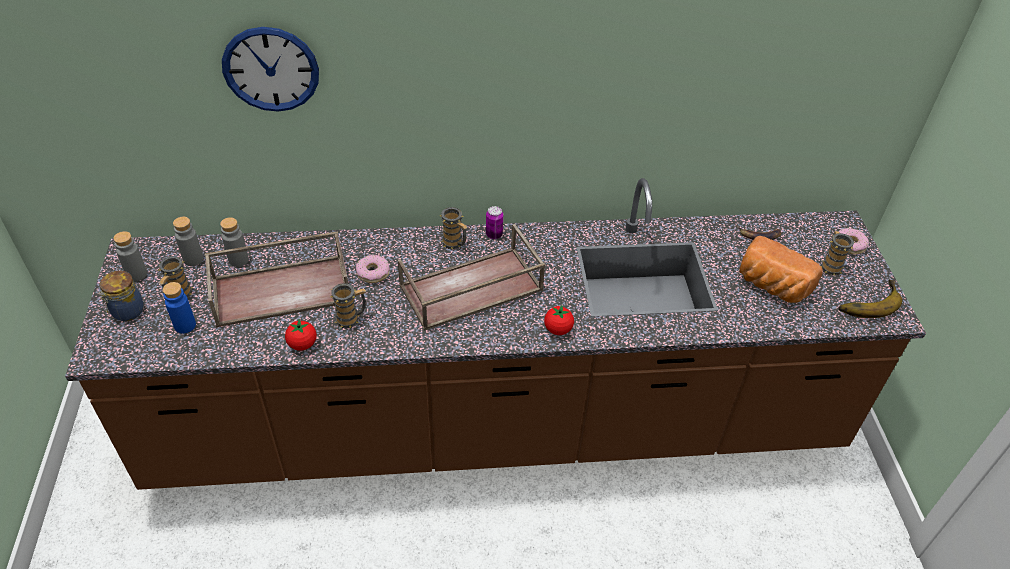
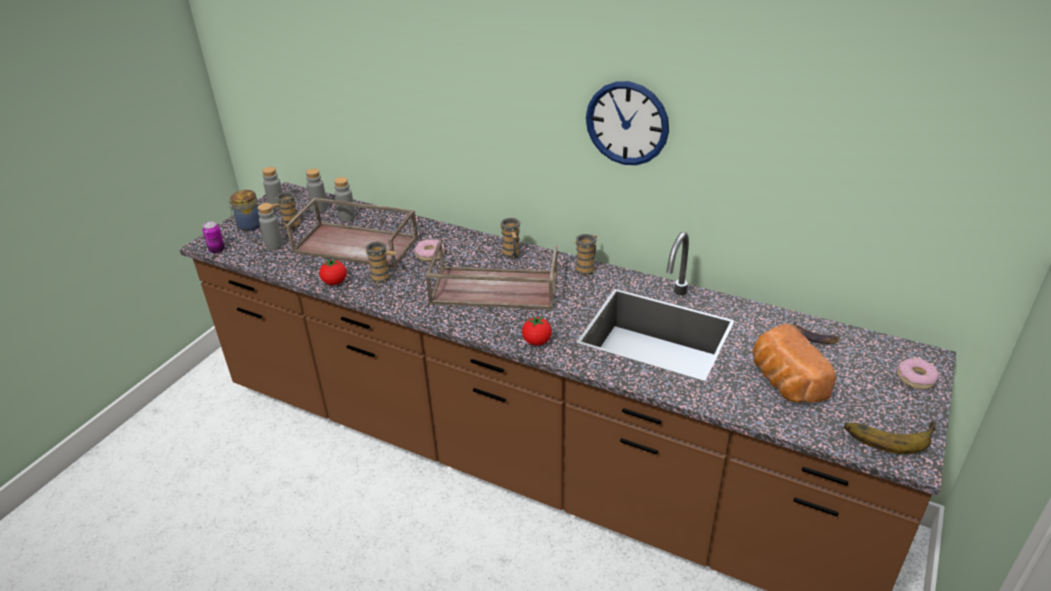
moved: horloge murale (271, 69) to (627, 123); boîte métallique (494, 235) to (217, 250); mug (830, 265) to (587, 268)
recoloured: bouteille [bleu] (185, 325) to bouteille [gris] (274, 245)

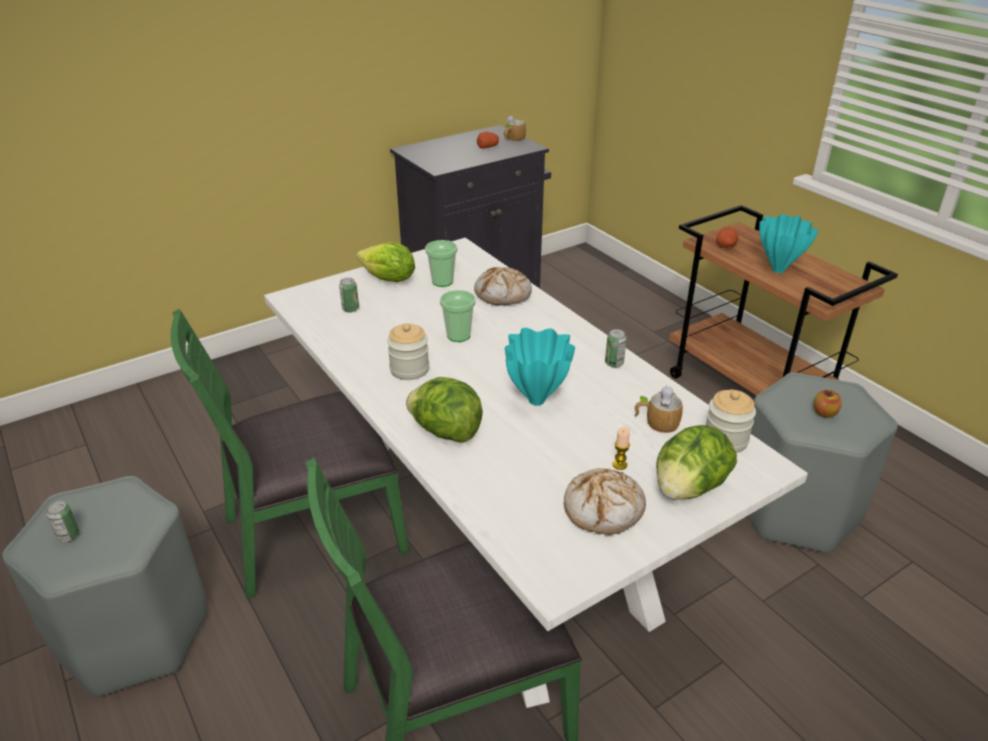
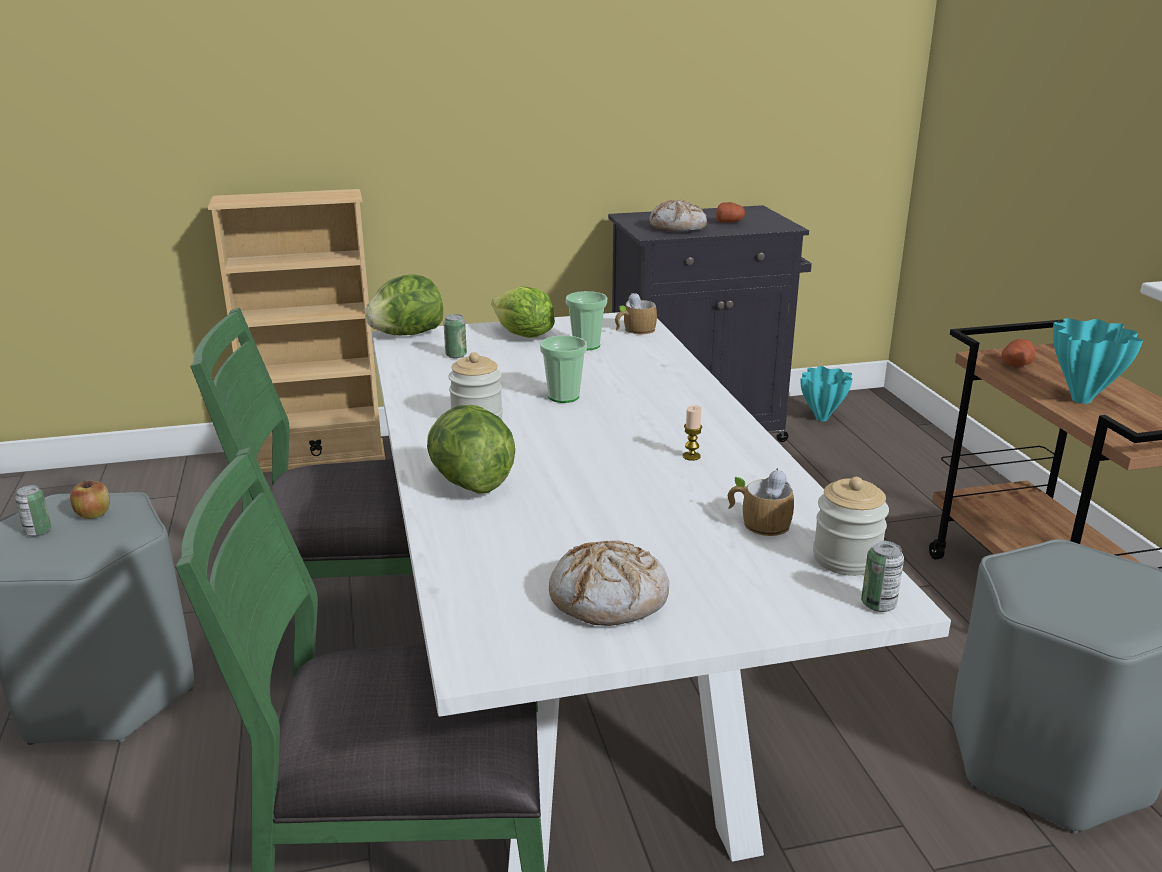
added: bibliothèque [beige] (317, 457)
moved: pain (503, 294) to (678, 227); mug (513, 139) to (634, 330); vase [turquoise] (537, 400) to (822, 419); boîte métallique (614, 363) to (878, 604); bougie (619, 465) to (691, 456); laitue (688, 488) to (407, 334); pomme (824, 413) to (93, 514)

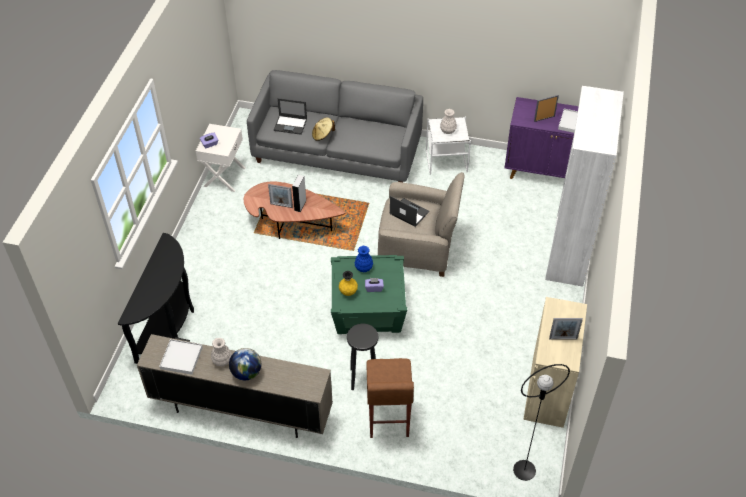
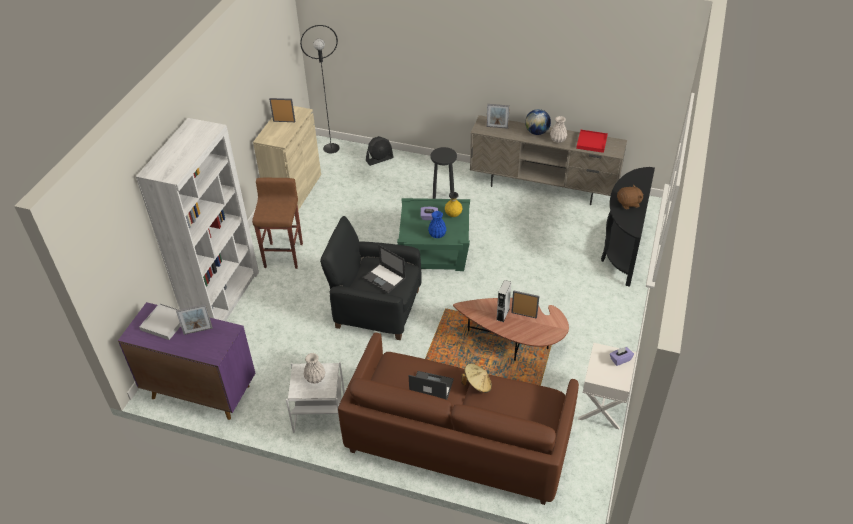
added: ventilateur [noir] (379, 159); cadre photo (497, 127); peluche [marron] (629, 203)
moved: ordinateur portable (291, 125) to (431, 387); tabouret [marron] (388, 419) to (284, 255)
recoloured: plateau [blanc] (181, 358) to plateau [rouge] (591, 142); canapé [gris] (337, 150) to canapé [marron] (458, 439); fauteuil [beige] (418, 248) to fauteuil [noir] (376, 308)

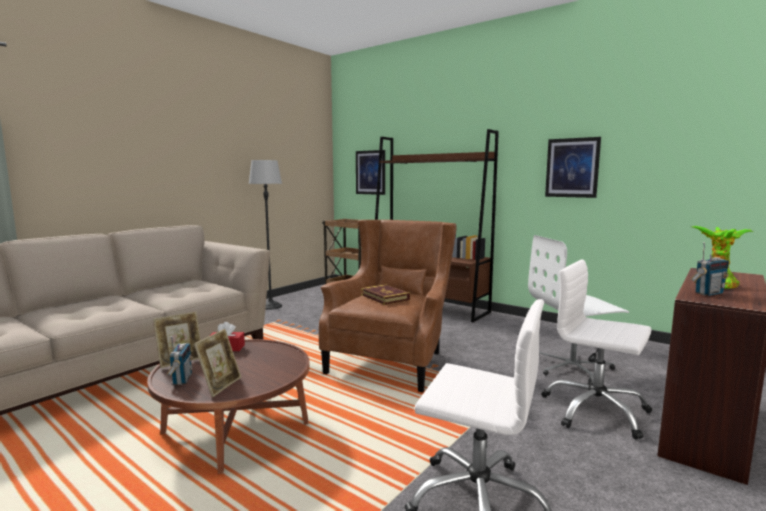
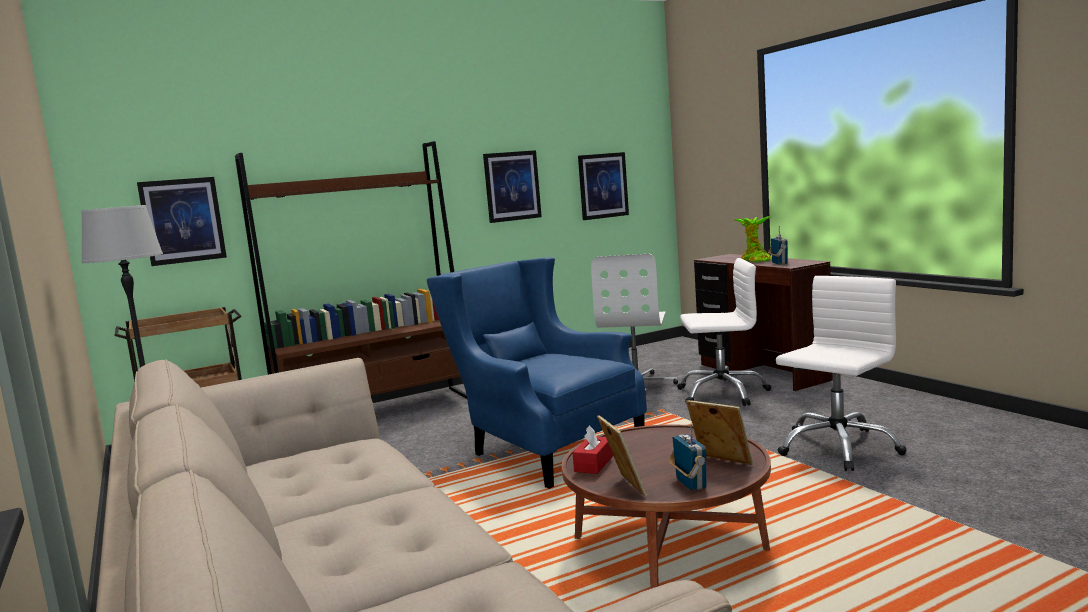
removed: livre (385, 297)
added: tableau (603, 186)
recoloured: fauteuil [marron] (393, 359) to fauteuil [bleu] (543, 448)
turned: radio (181, 379) = (690, 484) 60 degrees clockwise; chaise de bureau [blanc] (595, 411) = (722, 393) 150 degrees counterclockwise

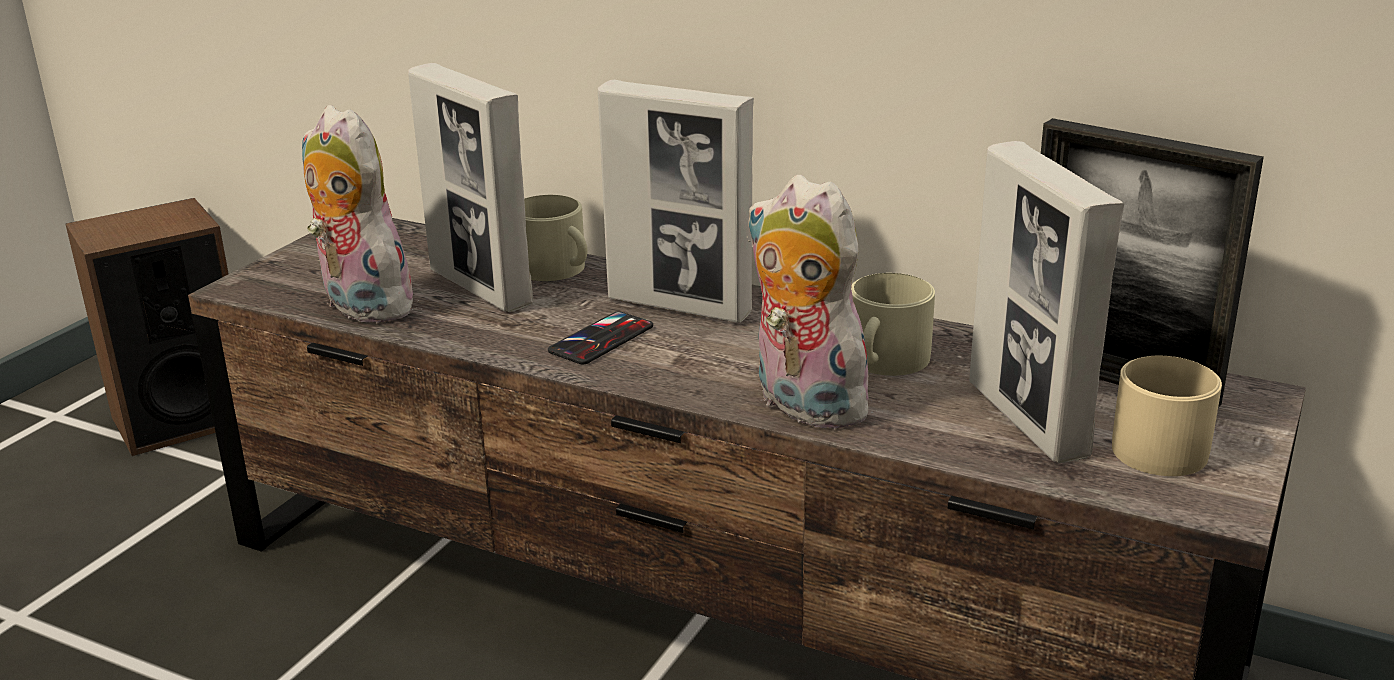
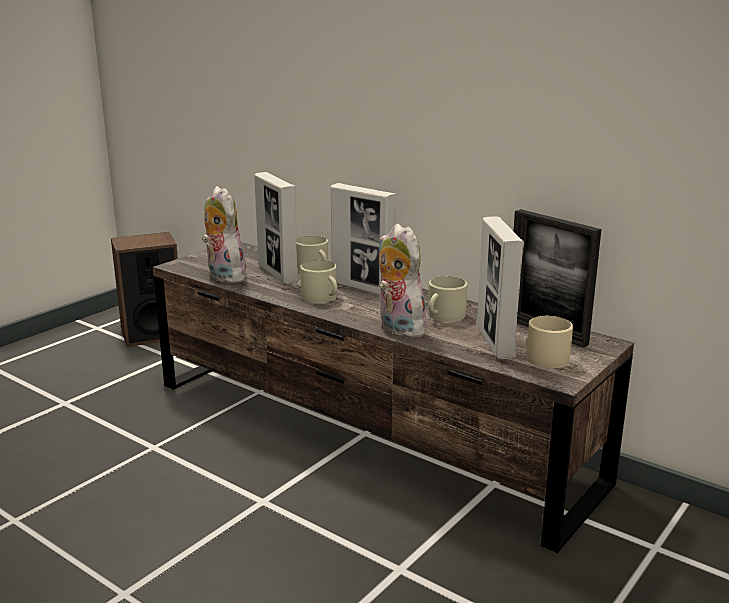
replaced: téléphone (601, 339) to mug [beige] (322, 297)

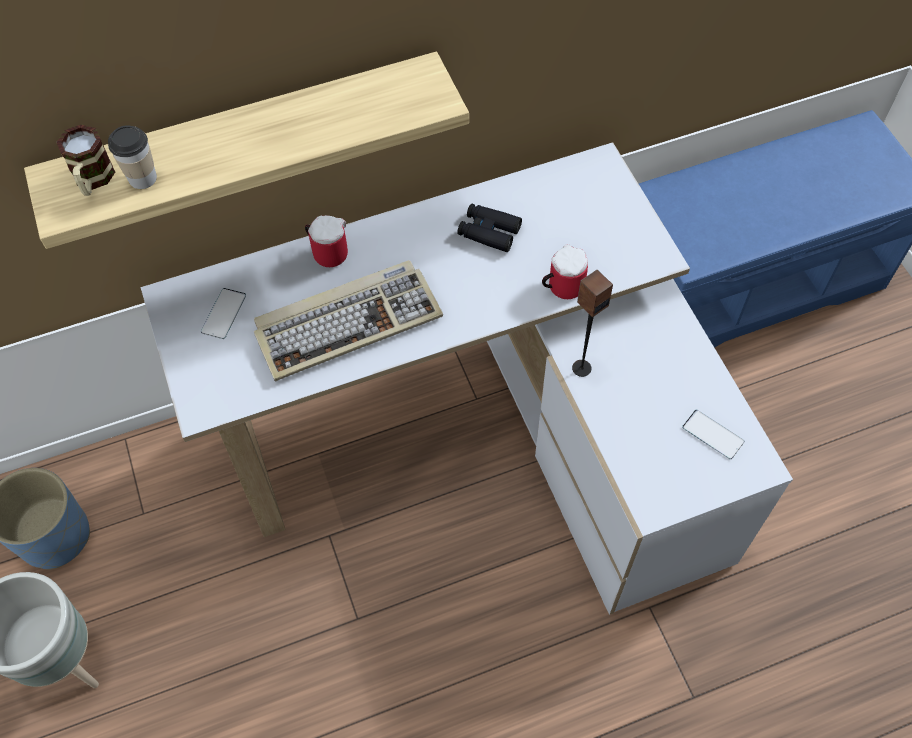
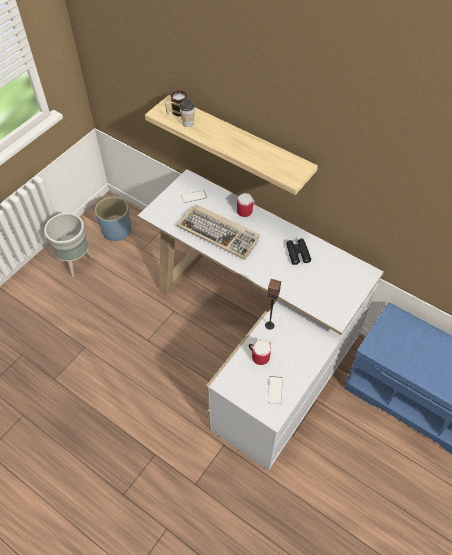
moved: mug (561, 286) to (259, 355)

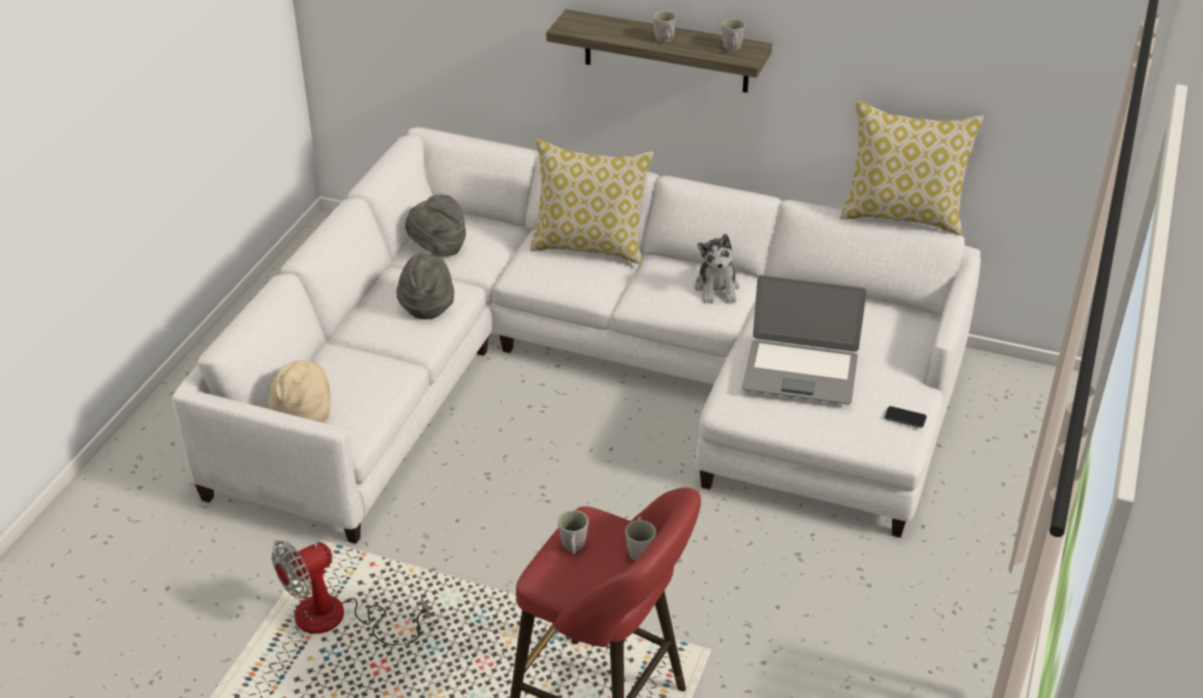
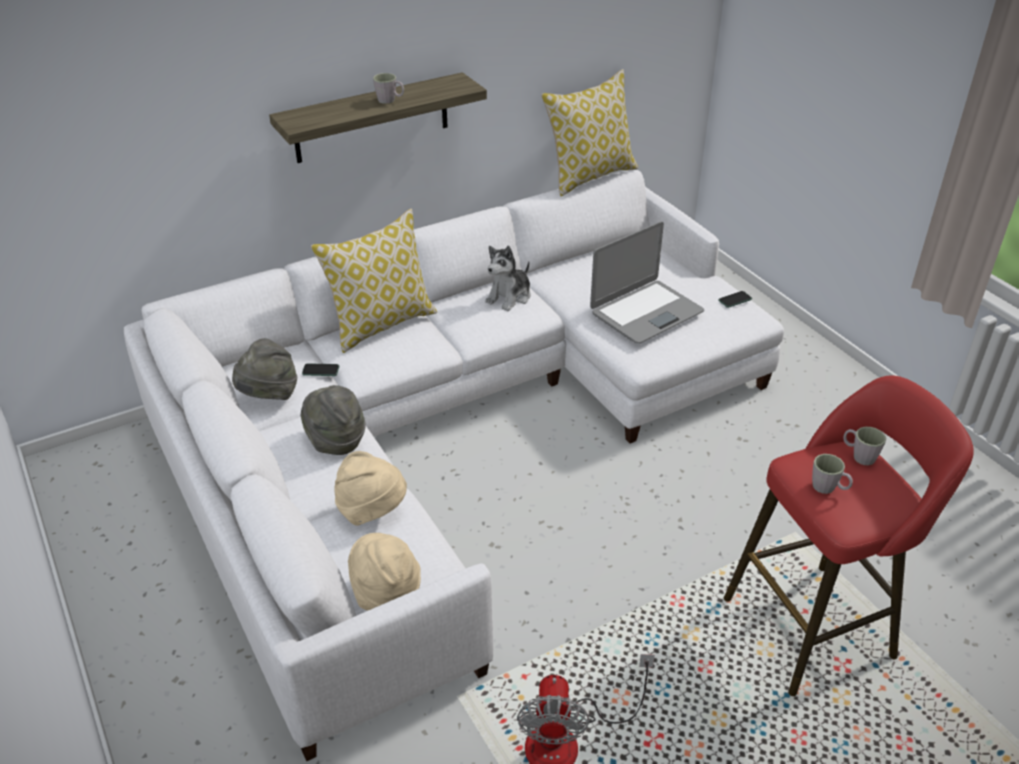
removed: mug [gris] (732, 48)
added: téléphone (320, 370); chapeau [beige] (372, 510)
turned: peluche (717, 288) = (509, 297) 90 degrees clockwise

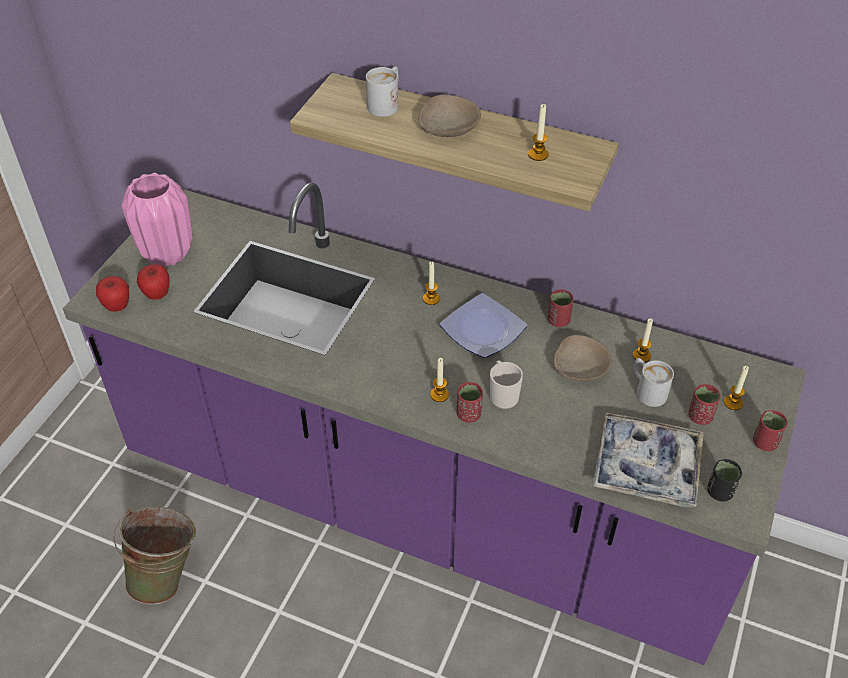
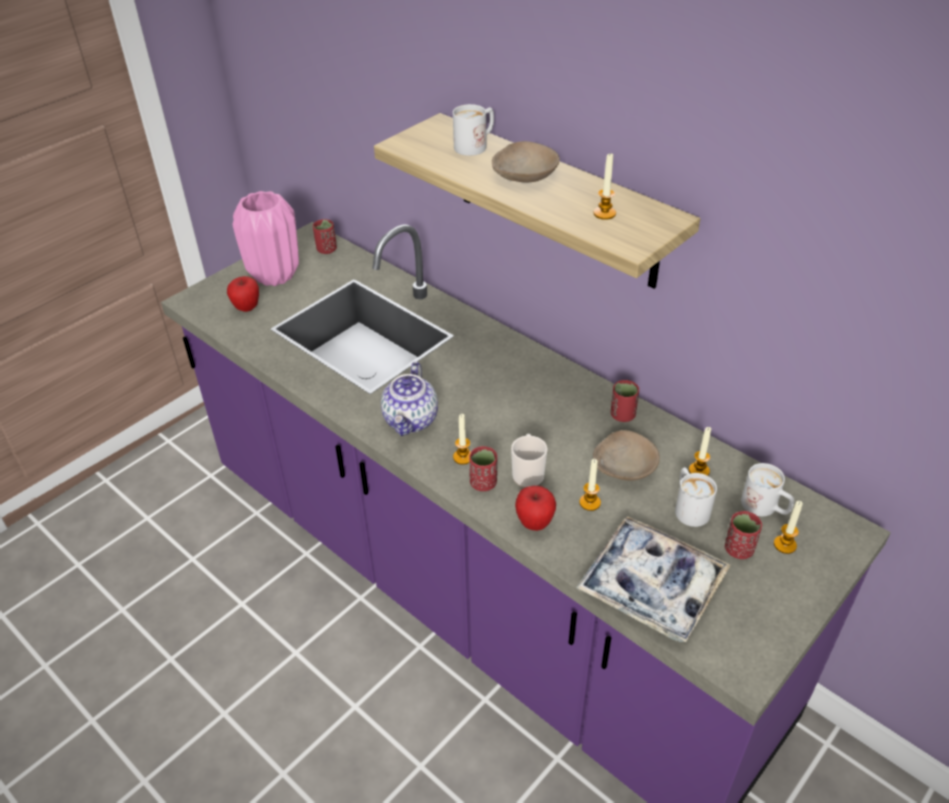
removed: seau [vert] (167, 576); assiette (481, 330); tasse [noir] (719, 492)
added: théière (411, 420); mug [blanc] (765, 508)
moved: pomme (117, 306) to (534, 523); bougie (431, 299) to (590, 502); tasse [rouge] (764, 442) to (326, 249)

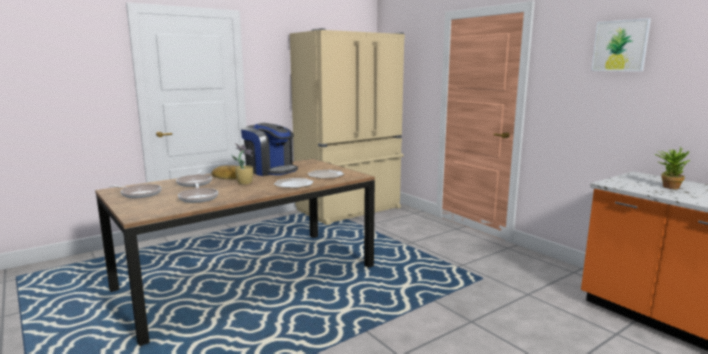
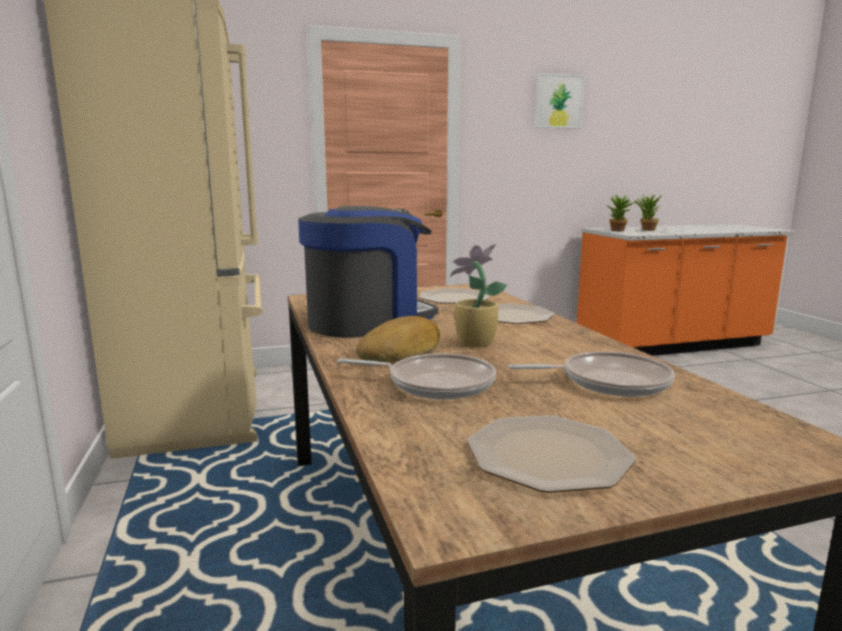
added: plante en pot (618, 231)
replaced: poêle (139, 194) to assiette (546, 455)

